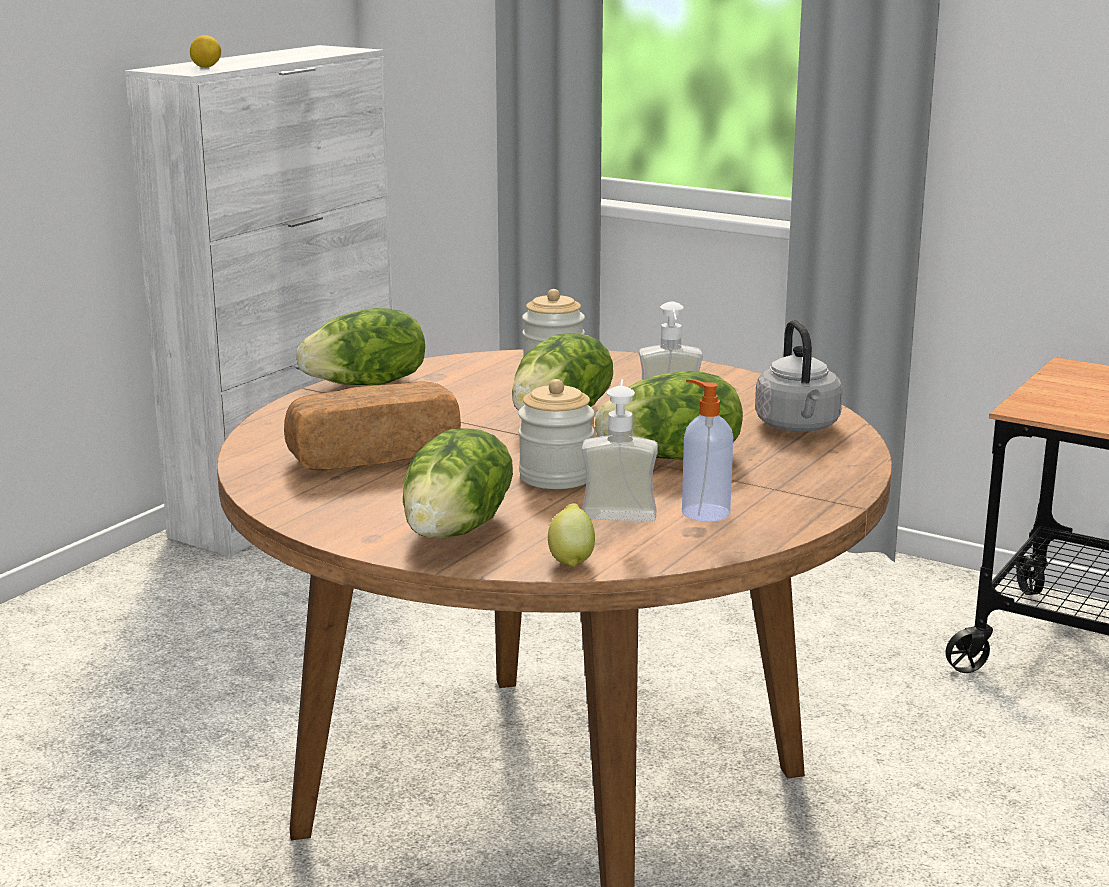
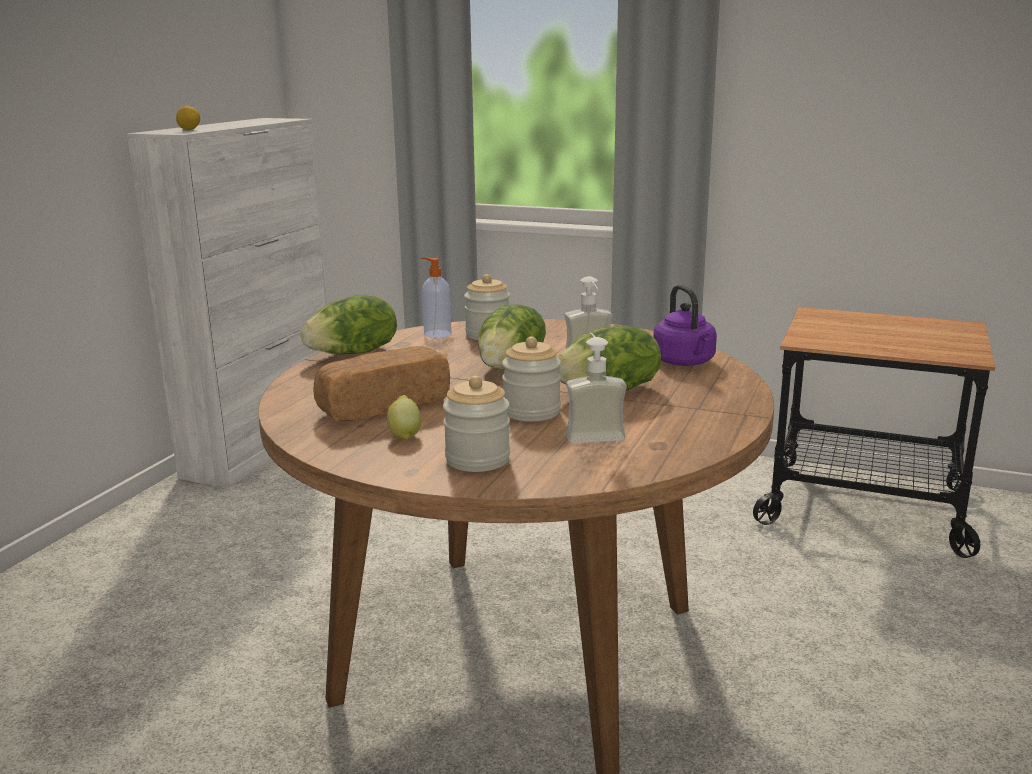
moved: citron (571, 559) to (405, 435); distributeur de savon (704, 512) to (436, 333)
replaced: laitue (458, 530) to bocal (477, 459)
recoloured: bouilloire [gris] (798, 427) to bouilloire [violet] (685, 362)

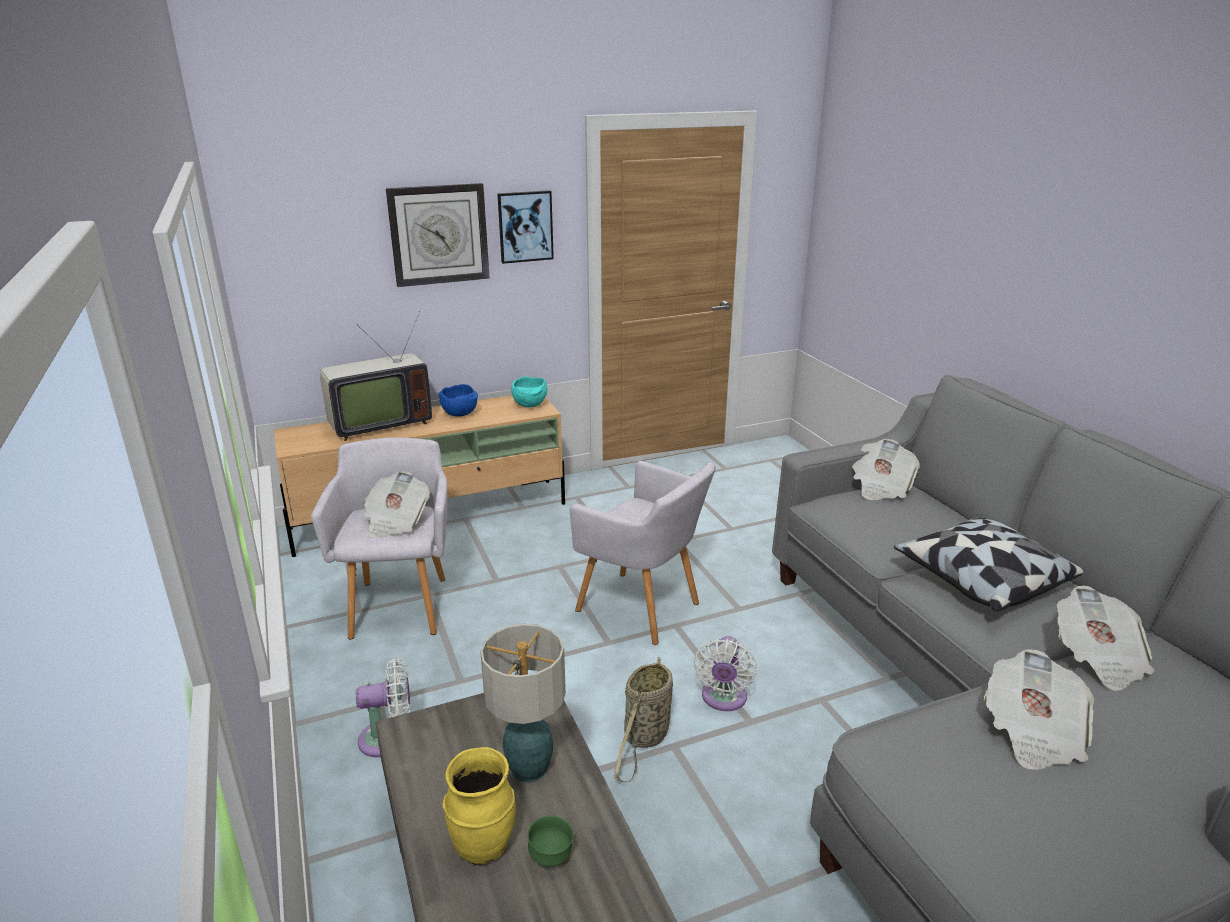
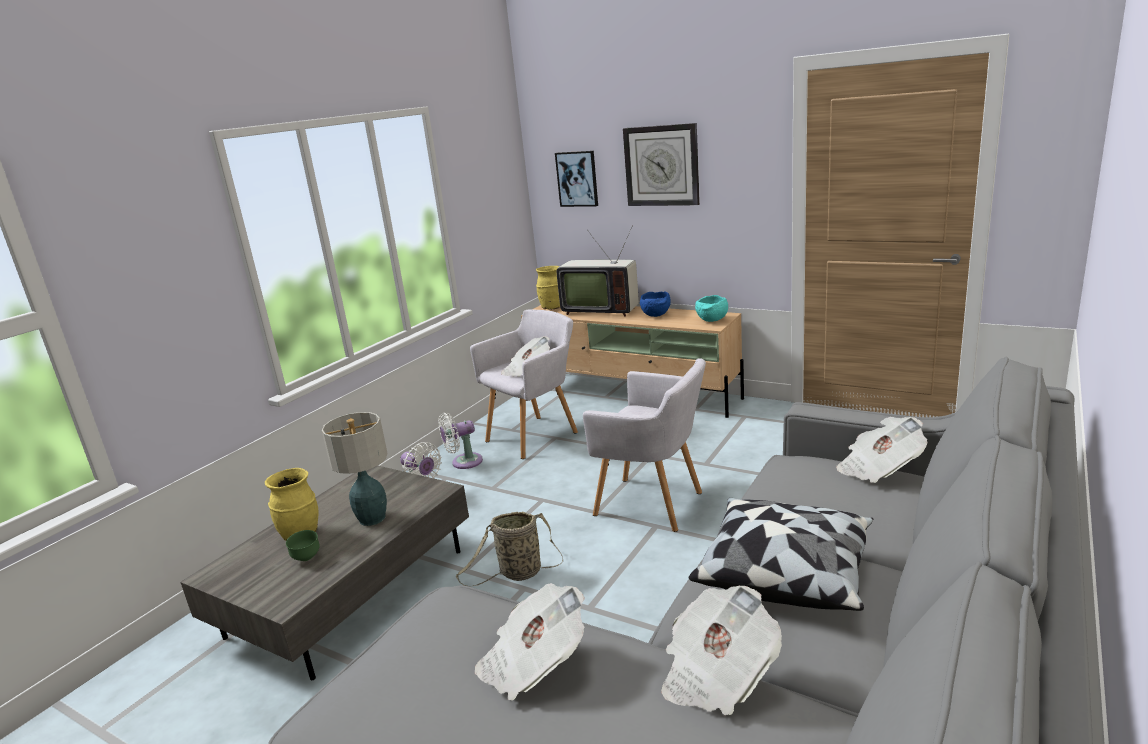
added: vase [jaune] (552, 308)
moved: tableau (525, 226) to (577, 179); ventilateur [blanc] (723, 699) to (463, 462)
turned: fauteuil [gris] (643, 609) = (653, 505) 60 degrees counterclockwise

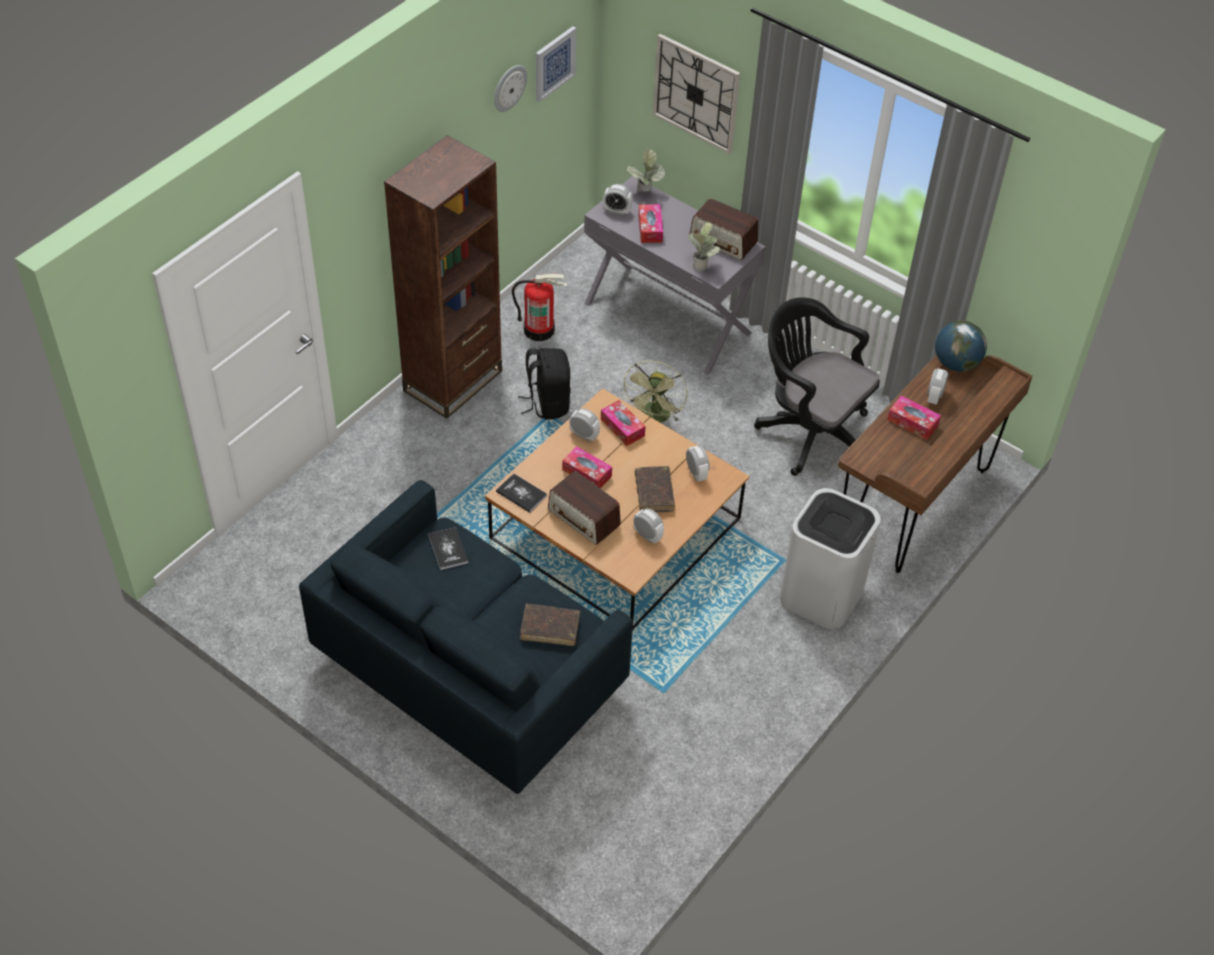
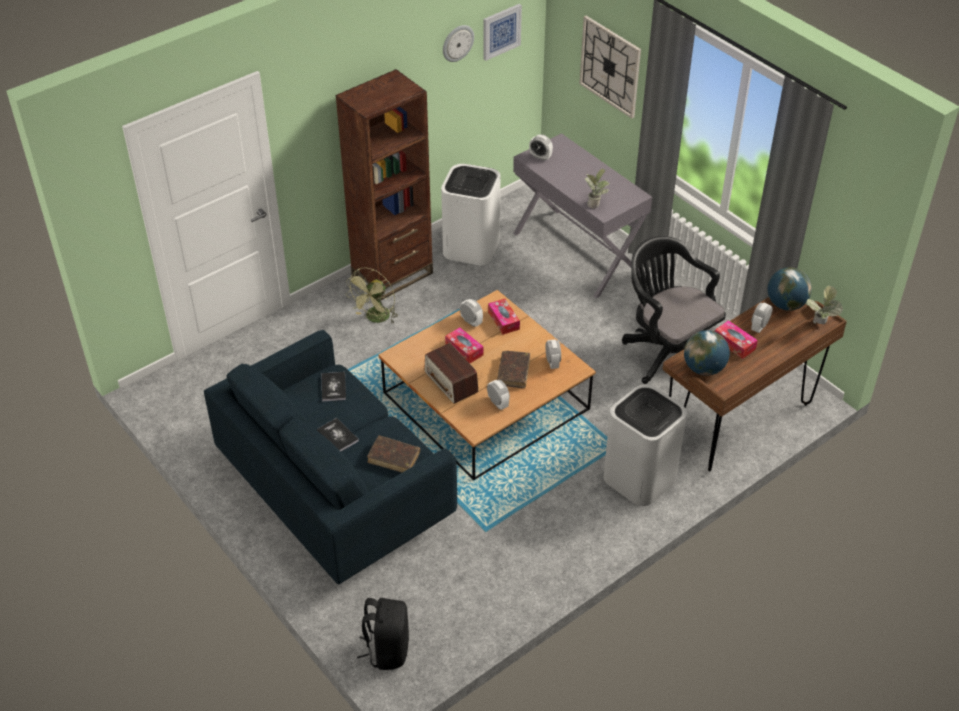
removed: boîte à mouchoirs (650, 228); radio (723, 240)
added: globe (704, 368)
moved: livre (521, 494) to (337, 436); sac à dos [noir] (547, 403) to (387, 649); ventilateur [vert] (655, 418) to (375, 319); plante en pot (645, 193) to (820, 325)
replaced: extincteur (539, 329) to poubelle [blanc] (471, 247)

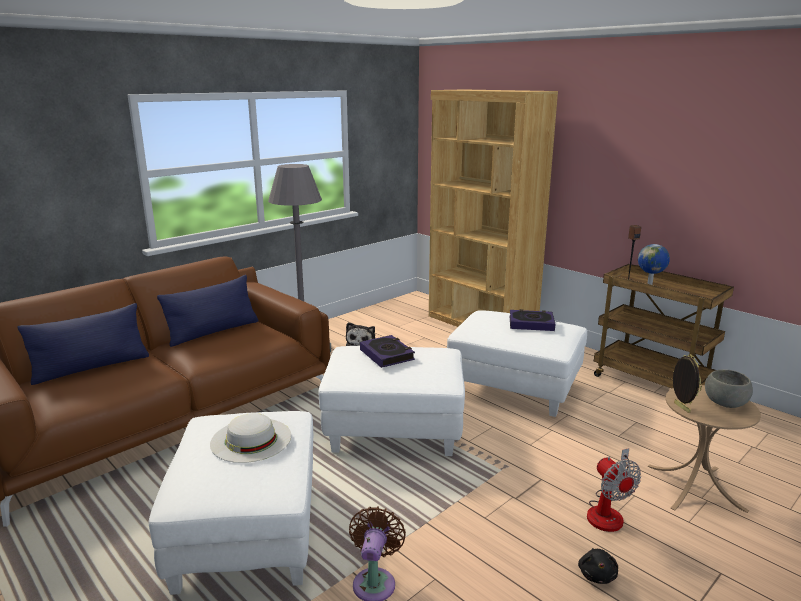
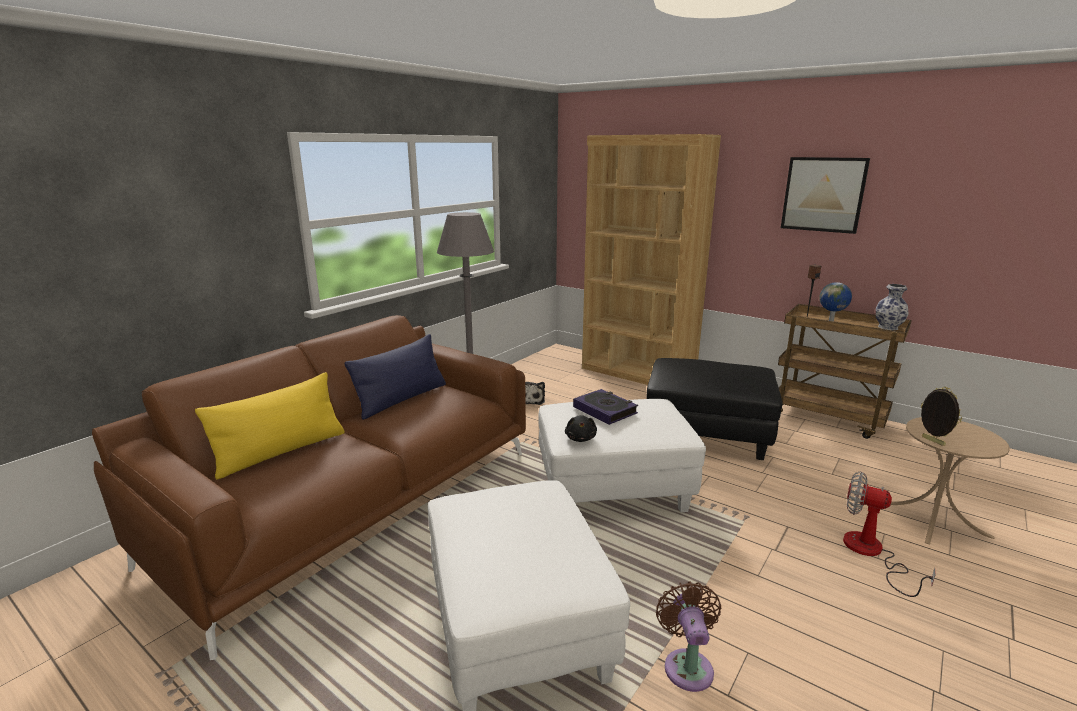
removed: chapeau [blanc] (251, 439); livre (531, 324); bol [gris] (725, 403)
added: tableau (823, 194); vase (888, 327)
moved: peluche [noir] (597, 574) to (580, 438)
recoloured: coussin [bleu] (91, 367) to coussin [jaune] (281, 452); pouf [blanc] (515, 388) to pouf [noir] (707, 434)
turned: ventilateur (608, 511) = (871, 553) 150 degrees clockwise

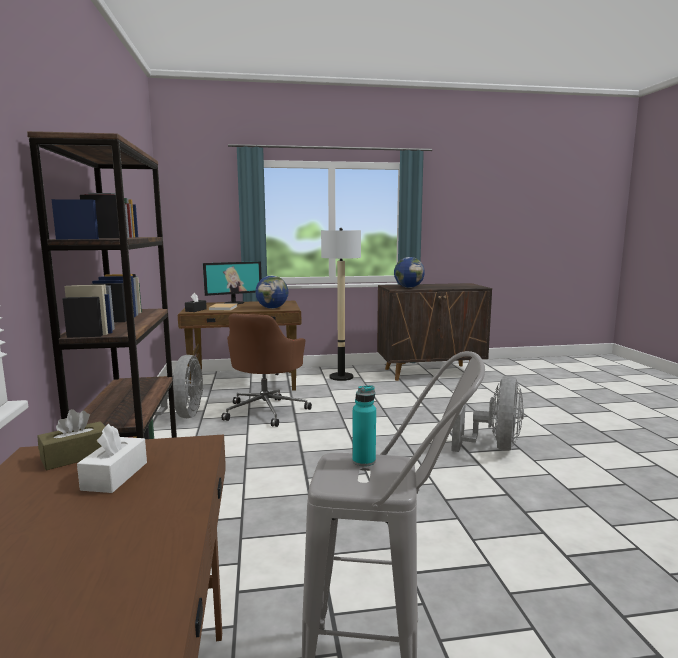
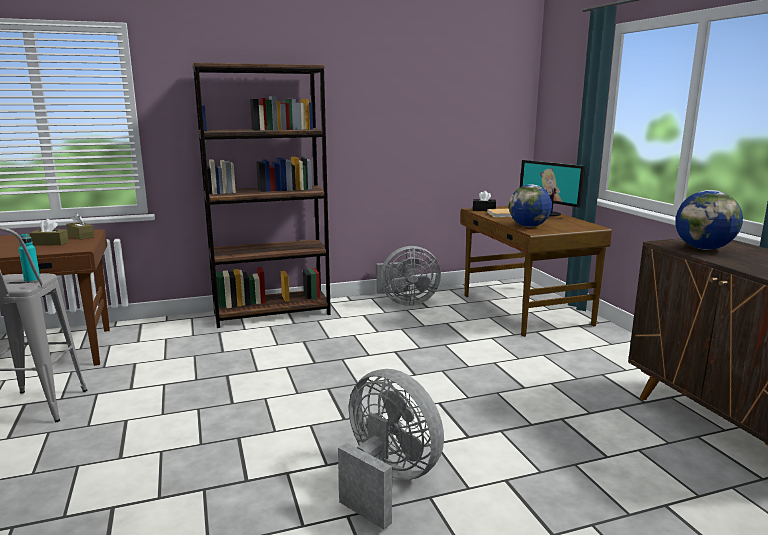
removed: chaise de bureau [marron] (266, 411); lampadaire (341, 377)
recoloured: boîte à mouchoirs [blanc] (115, 476) to boîte à mouchoirs [marron] (50, 243)
turned: ventilateur [gris] (494, 447) = (387, 481) 150 degrees counterclockwise

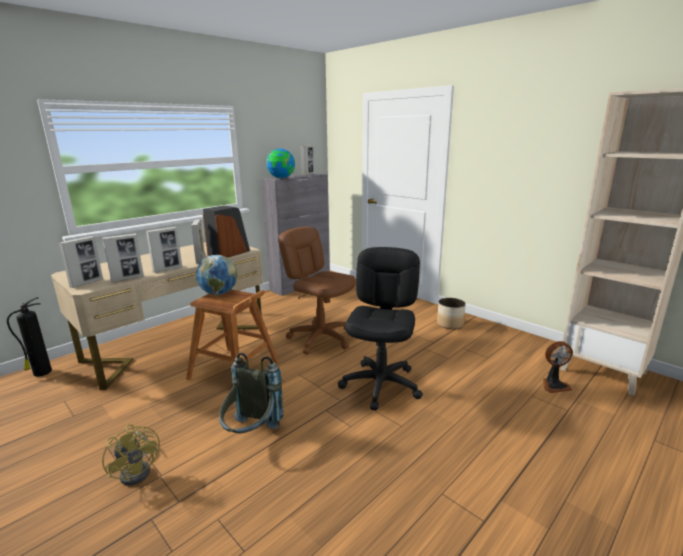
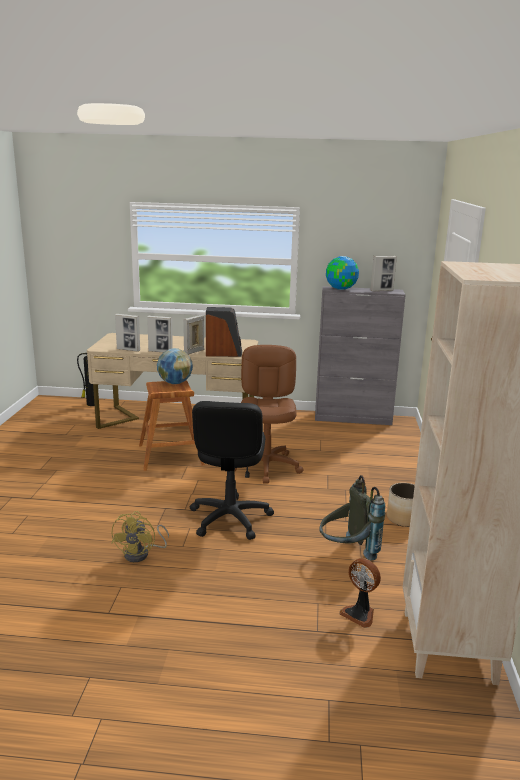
removed: cadre photo (87, 283)
moved: ventilateur [jaune] (139, 470) to (141, 554); sac à dos [gris] (251, 435) to (347, 553)
turned: chaise de bureau [noir] (381, 385) = (229, 518) 120 degrees clockwise

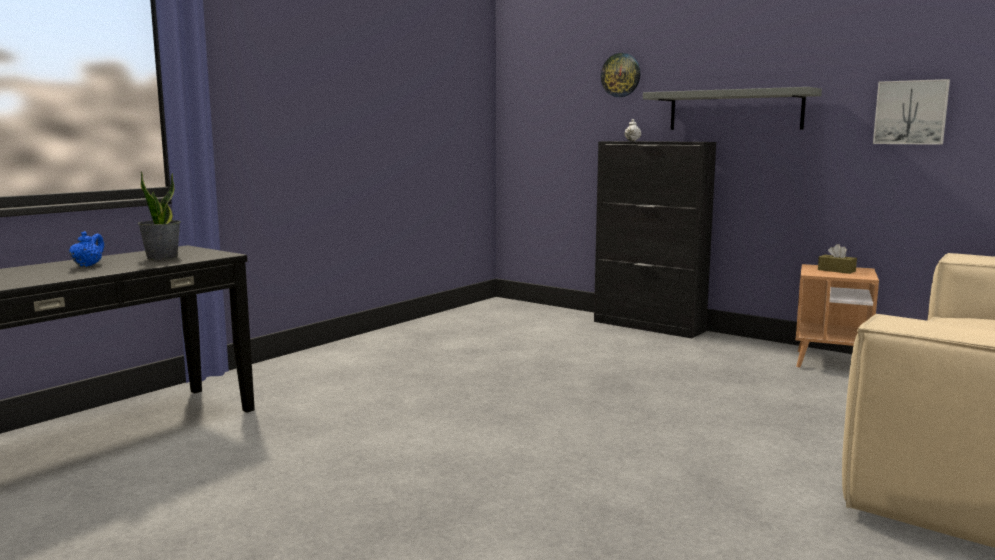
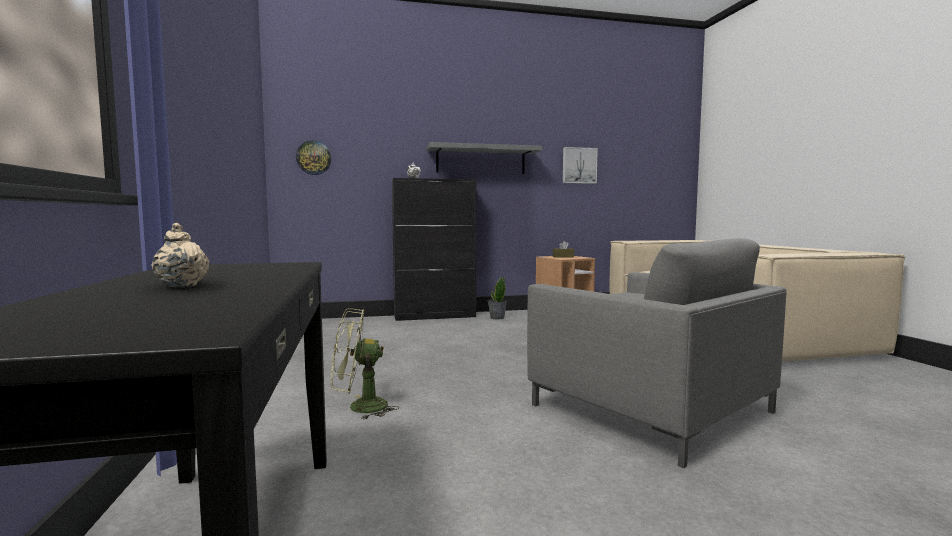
added: ventilateur [vert] (359, 408); fauteuil [gris] (650, 408)
moved: plante en pot (162, 257) to (497, 318); horloge murale (621, 75) to (313, 158)
recoloured: théière [bleu] (88, 265) to théière [beige] (181, 286)

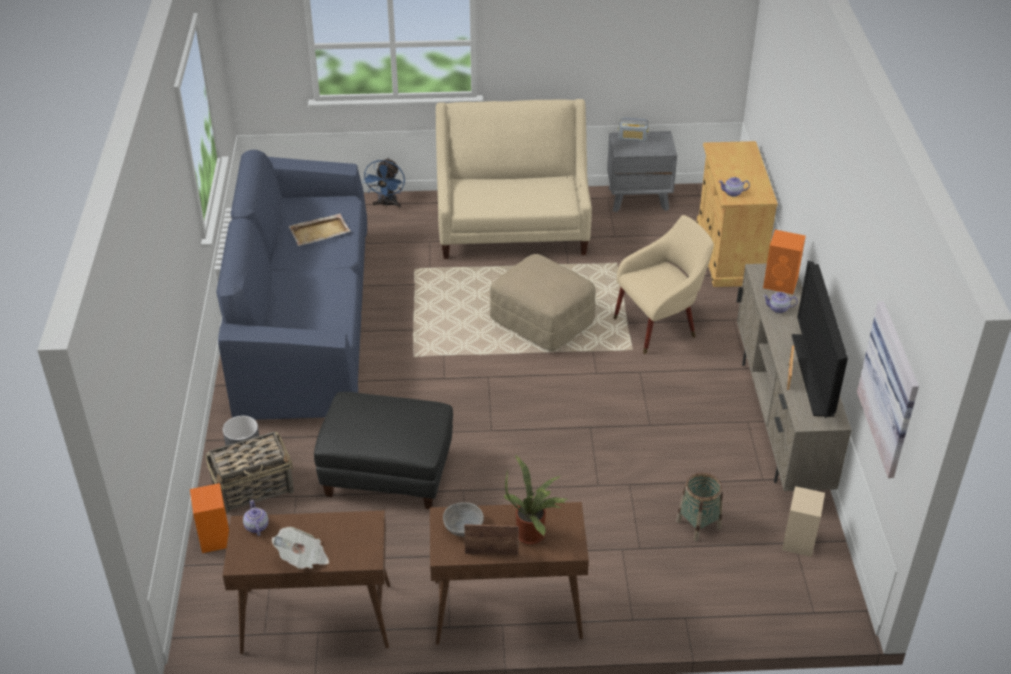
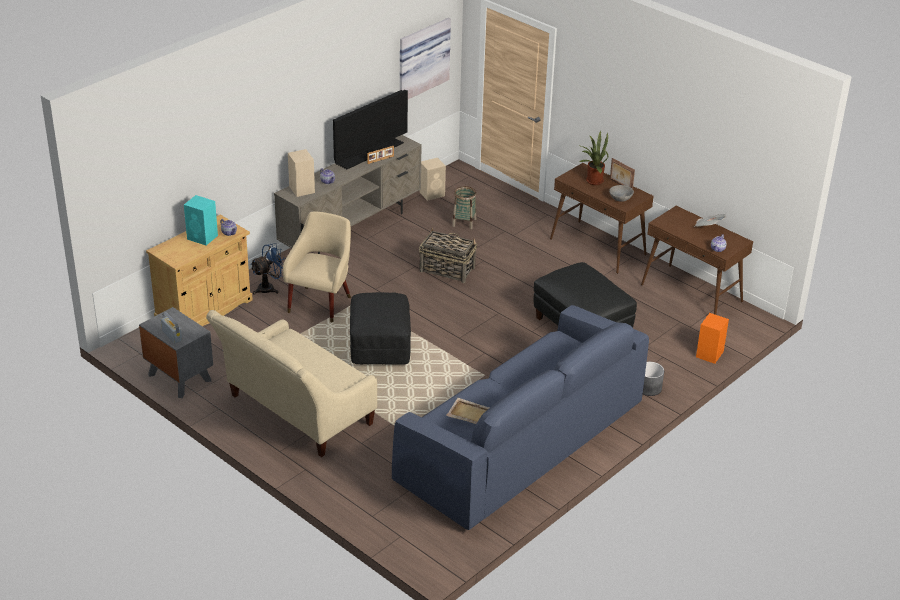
added: enceinte [turquoise] (203, 237)
moved: panier (254, 488) to (446, 269); ventilateur [bleu] (387, 204) to (269, 288)
recoloured: pouf [beige] (542, 321) to pouf [noir] (379, 345); enceinte [orange] (781, 283) to enceinte [beige] (301, 189)
turned: fauteuil [beige] (659, 325) = (321, 302) 90 degrees clockwise

